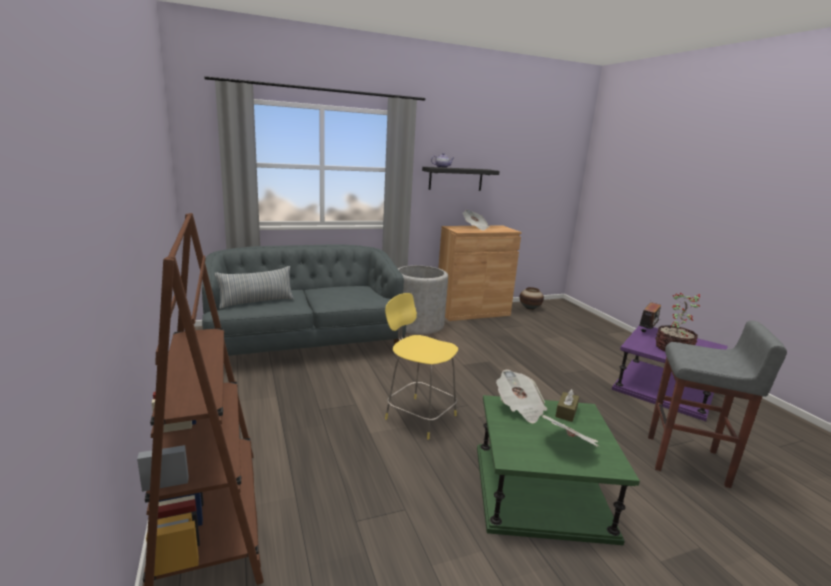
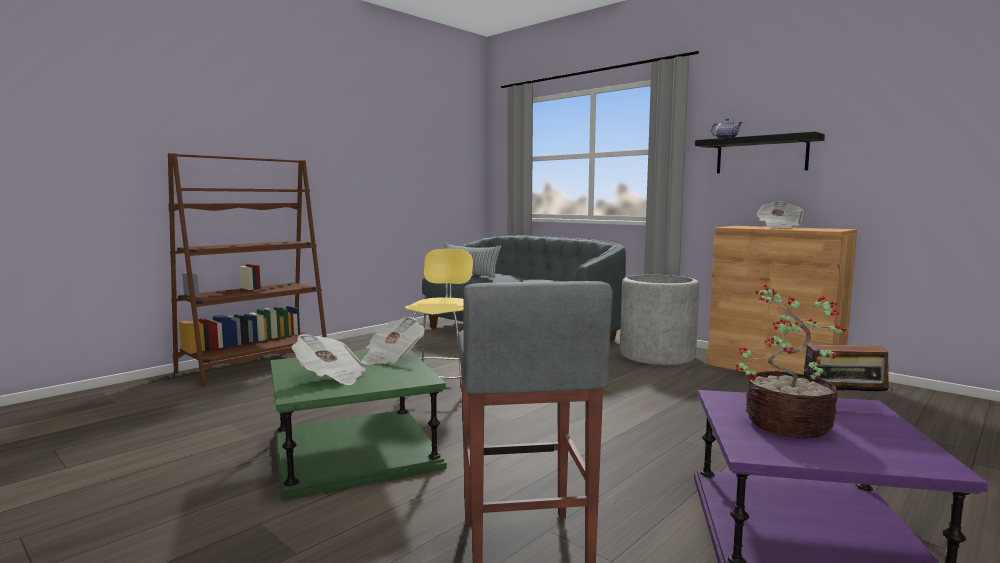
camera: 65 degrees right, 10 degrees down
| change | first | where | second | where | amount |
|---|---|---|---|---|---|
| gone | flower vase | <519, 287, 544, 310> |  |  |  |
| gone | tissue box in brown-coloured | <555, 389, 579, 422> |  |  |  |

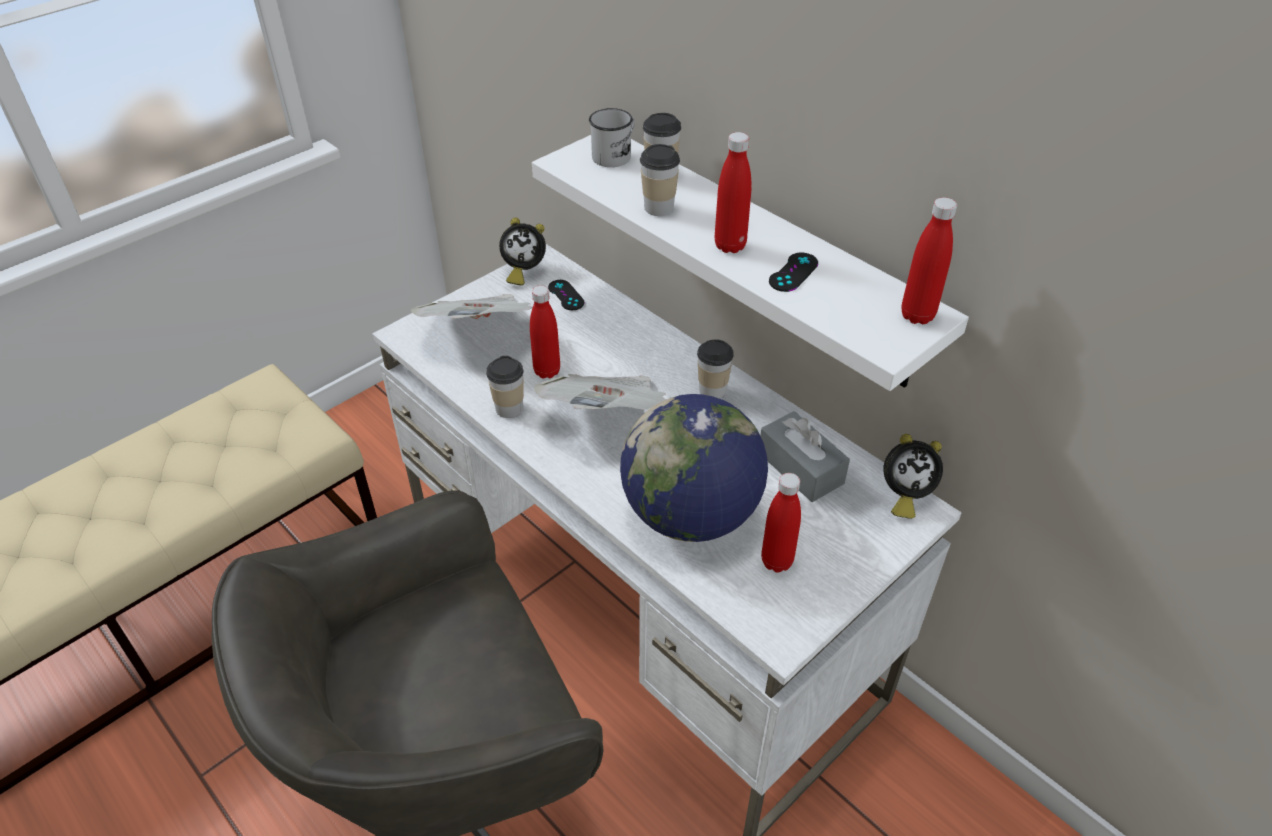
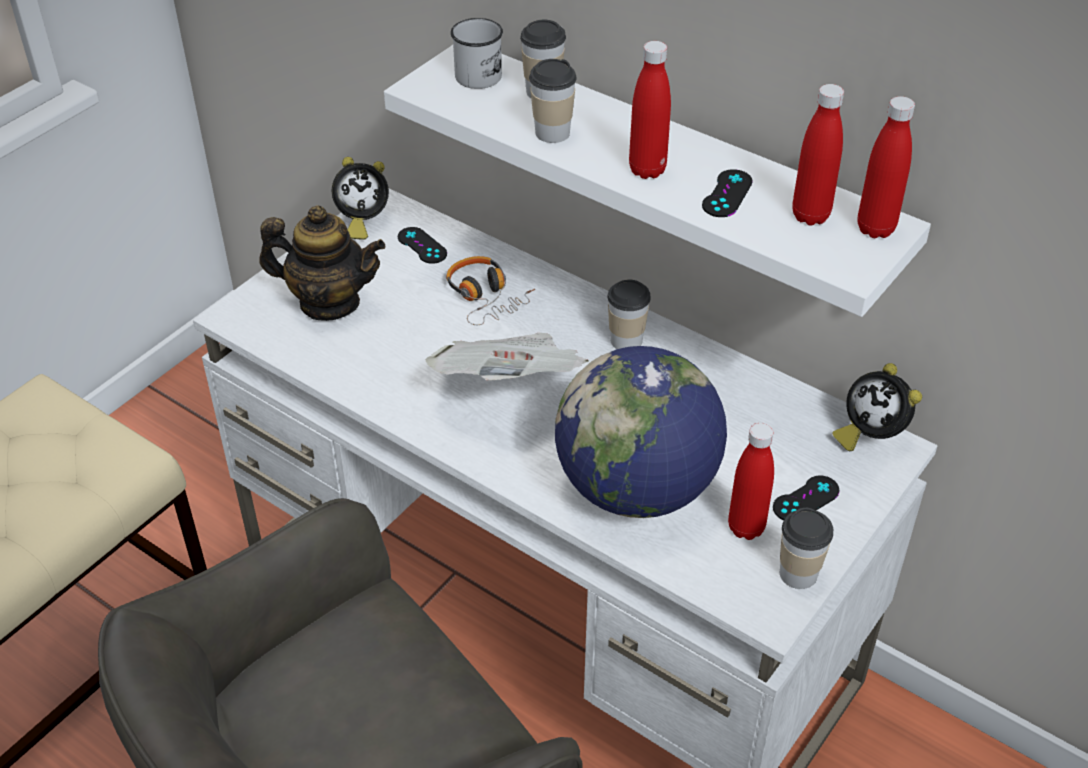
camera: 10 degrees left, 0 degrees up
| change | first | where | second | where | amount |
|---|---|---|---|---|---|
| swapped | printed paper | <410, 294, 533, 319> | teapot | <259, 205, 386, 321> |  |
| new |  |  | headphones | <446, 256, 535, 325> |  |
| new |  |  | gamepad in black-coloured | <773, 475, 840, 520> |  |
| shifted | drinking cup | <486, 356, 524, 418> |  | <780, 508, 833, 589> |  |
| shifted | beverage bottle in red-coloured | <530, 286, 560, 379> |  | <792, 84, 844, 226> |  |
| rotated | alarm clock | <883, 434, 943, 519> |  | <833, 363, 922, 451> | 60 degrees clockwise |
| gone | tissue box in greyish | <760, 411, 850, 502> |  |  |  |

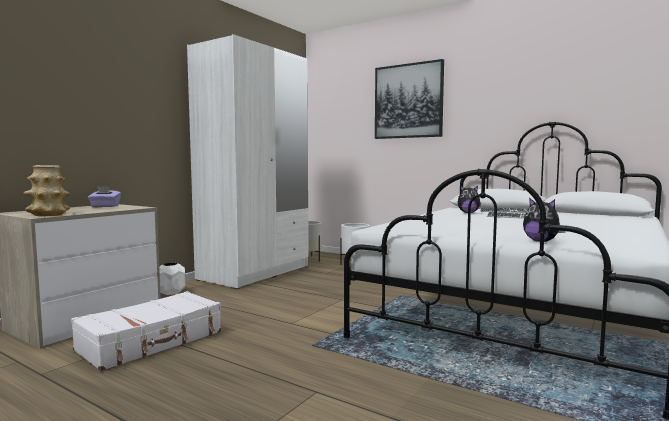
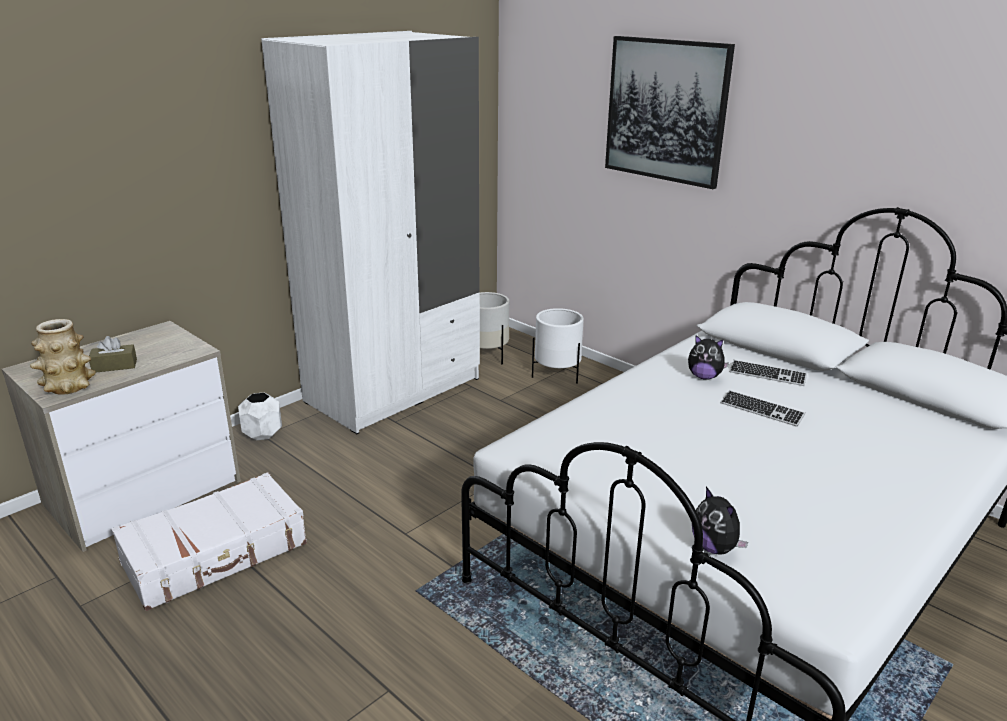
camera: 10 degrees right, 20 degrees up
| change | first | where | second | where | amount |
|---|---|---|---|---|---|
| new |  |  | tissue box in brown-coloured | <89, 336, 137, 373> |  |
| gone | tissue box in purple | <88, 186, 121, 207> |  |  |  |

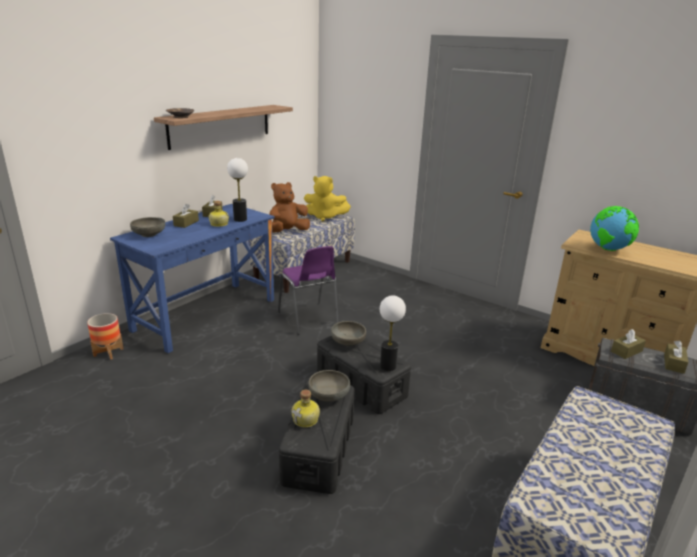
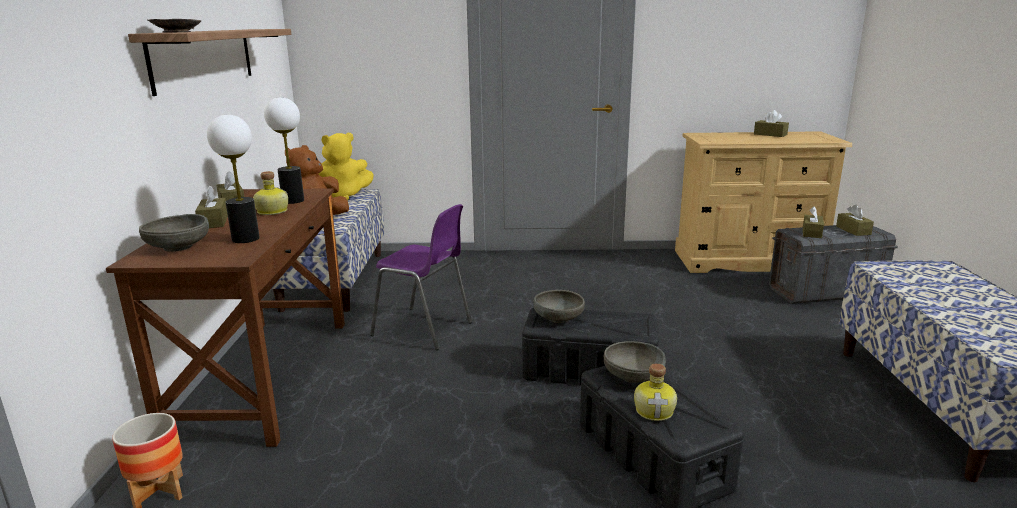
camera: 35 degrees left, 5 degrees down
| change | first | where | second | where | amount |
|---|---|---|---|---|---|
| repainted | desk table in bluish | <110, 204, 275, 353> | desk table in brown-coloured | <106, 188, 345, 447> |  |
| shifted | lamp for a table | <380, 295, 406, 371> |  | <207, 115, 260, 243> |  |
| new |  |  | tissue box in brown-coloured | <754, 110, 789, 137> |  |
| gone | world globe | <590, 206, 639, 251> |  |  |  |

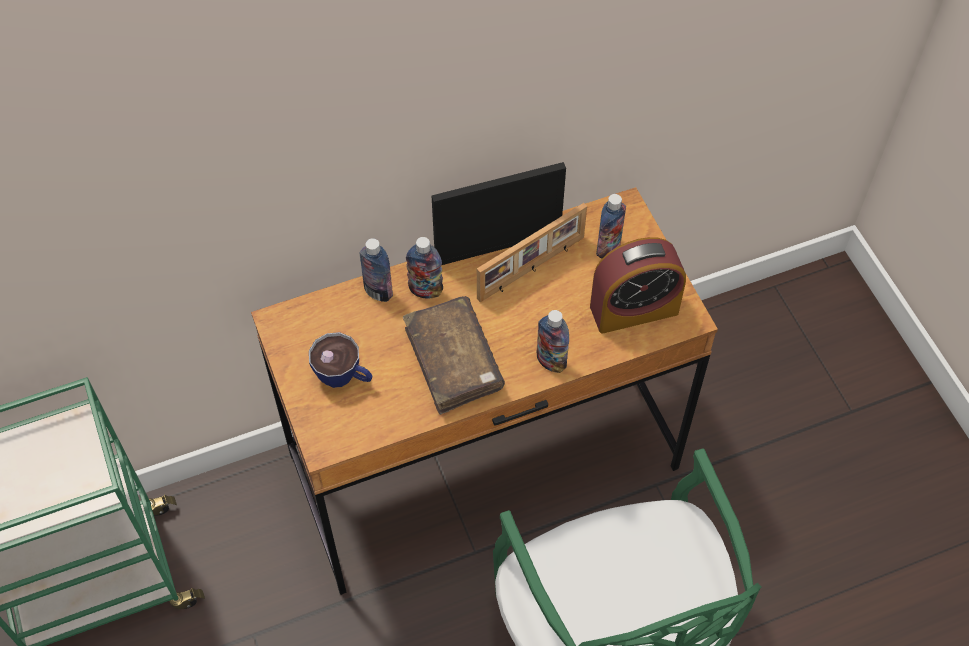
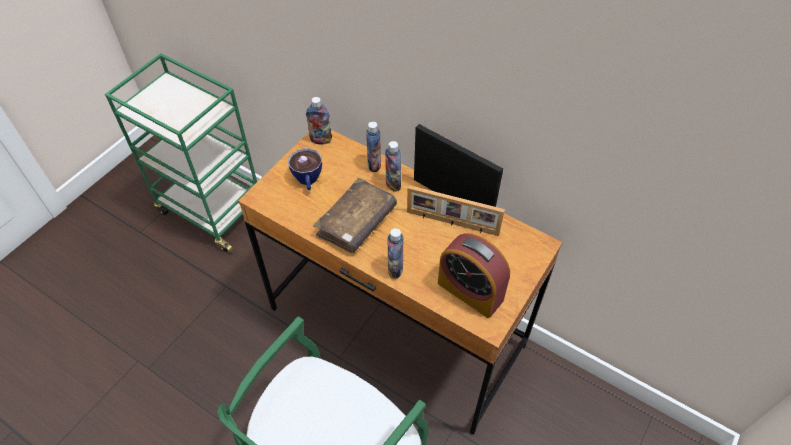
camera: 55 degrees right, 5 degrees down
| change | first | where | second | where | amount |
|---|---|---|---|---|---|
| shifted | beverage bottle | <596, 194, 626, 259> |  | <306, 97, 332, 145> |  |

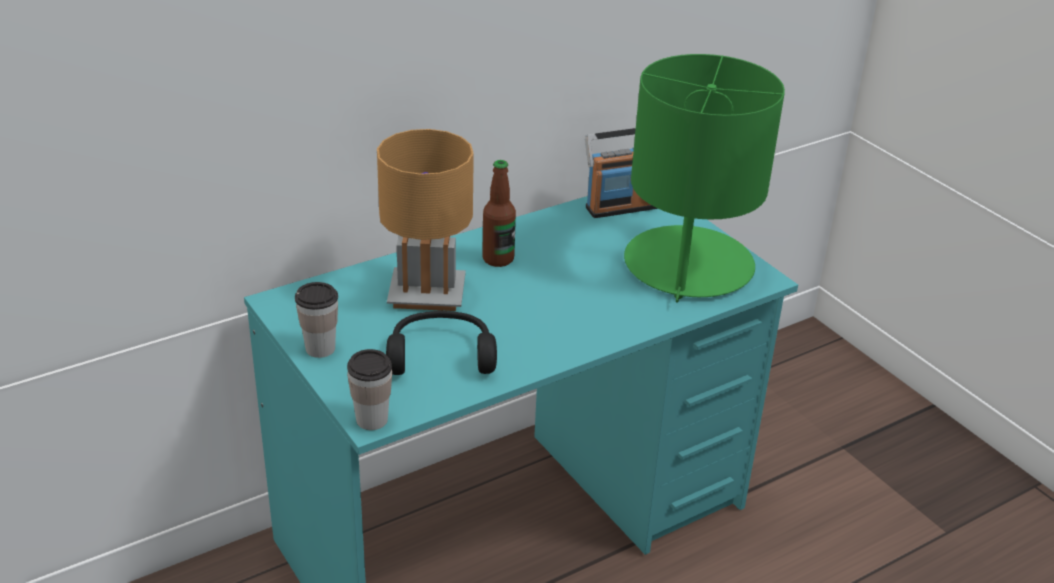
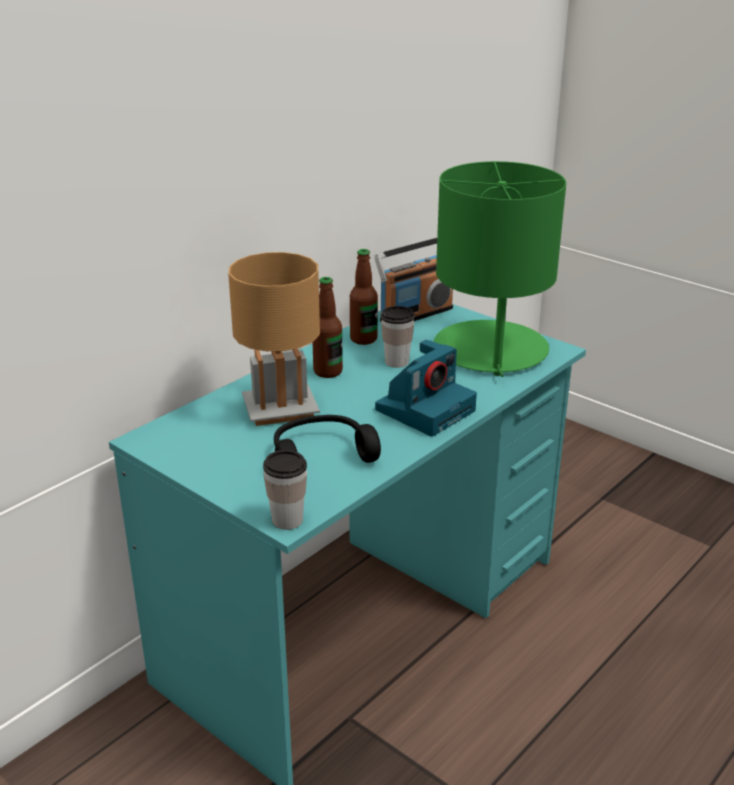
camera: 15 degrees left, 5 degrees down
| change | first | where | second | where | amount |
|---|---|---|---|---|---|
| new |  |  | beverage bottle | <350, 249, 378, 345> |  |
| new |  |  | still camera | <375, 340, 477, 437> |  |
| shifted | drinking cup | <295, 282, 338, 358> |  | <381, 306, 415, 368> |  |

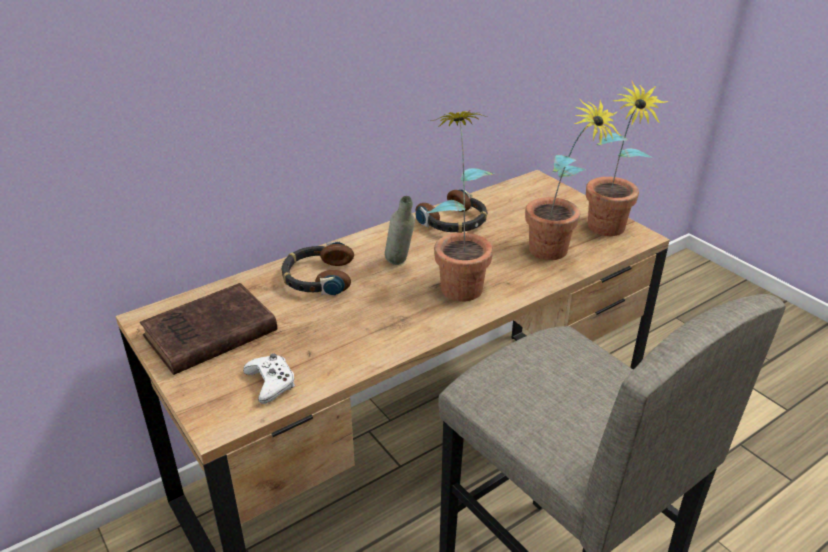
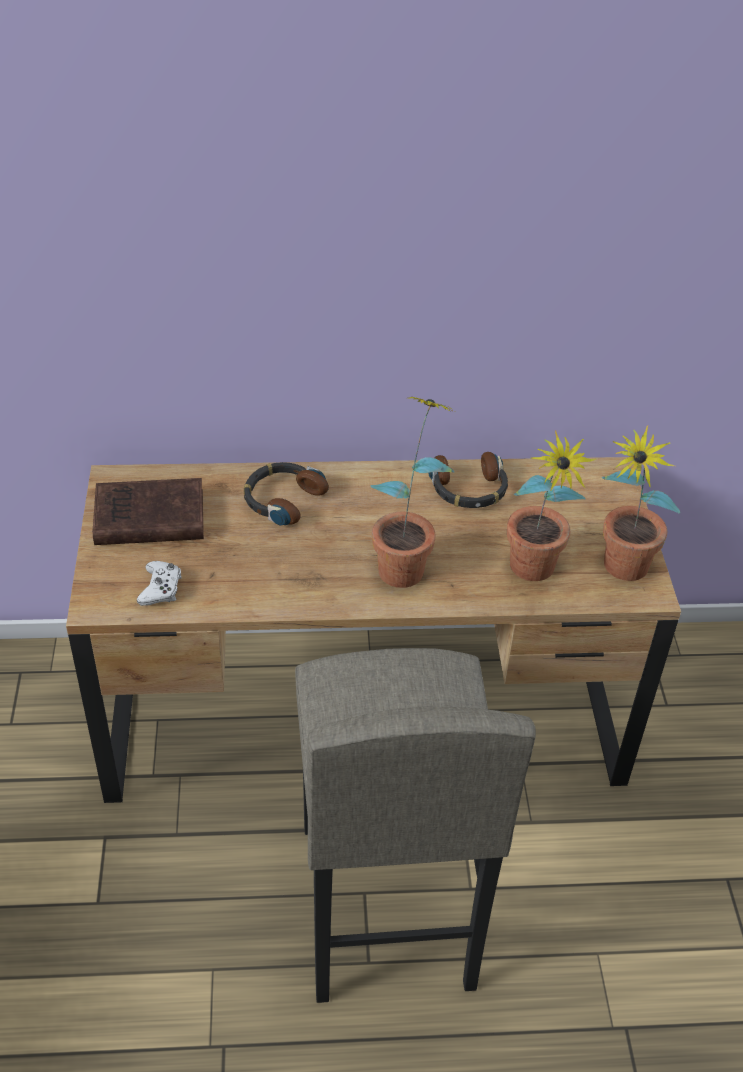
camera: 30 degrees right, 10 degrees up
| change | first | where | second | where | amount |
|---|---|---|---|---|---|
| gone | beverage bottle in greyish | <385, 196, 415, 265> |  |  |  |

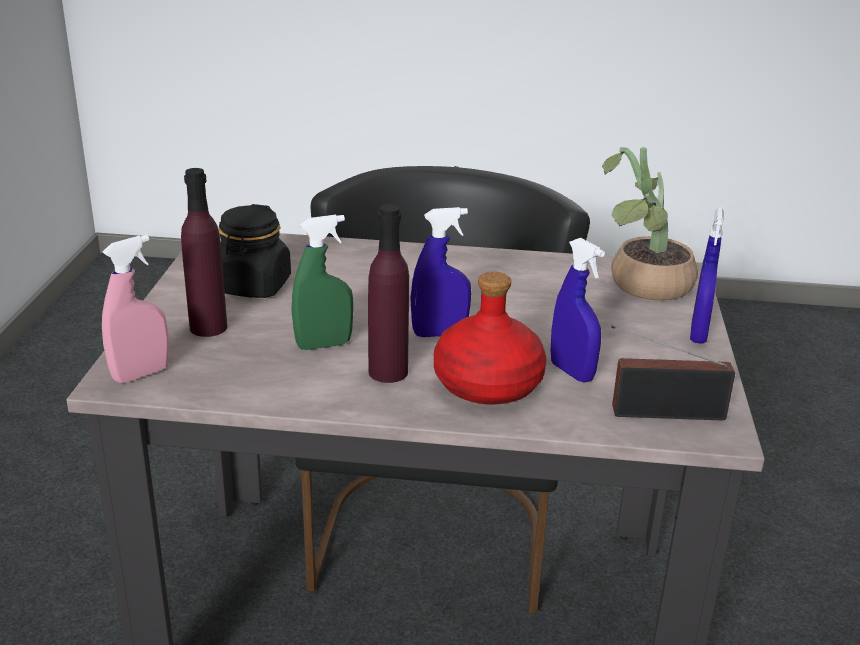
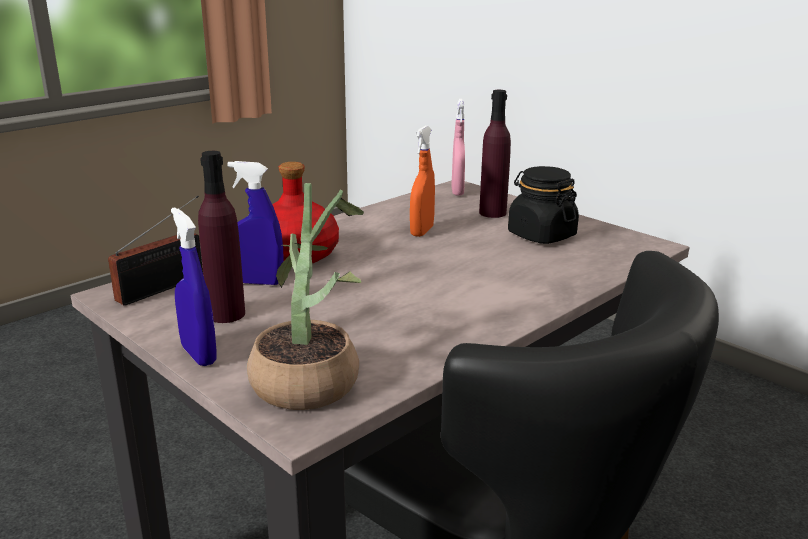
camera: 130 degrees right, 5 degrees down
| change | first | where | second | where | amount |
|---|---|---|---|---|---|
| shifted | beverage bottle in purple | <368, 204, 409, 383> |  | <198, 151, 245, 323> |  |
| repainted | hand sprayer in greenish | <292, 215, 354, 350> | hand sprayer in orange-coloured | <410, 126, 435, 237> |  |
| gone | hand sprayer in bluish | <411, 207, 471, 337> |  |  |  |

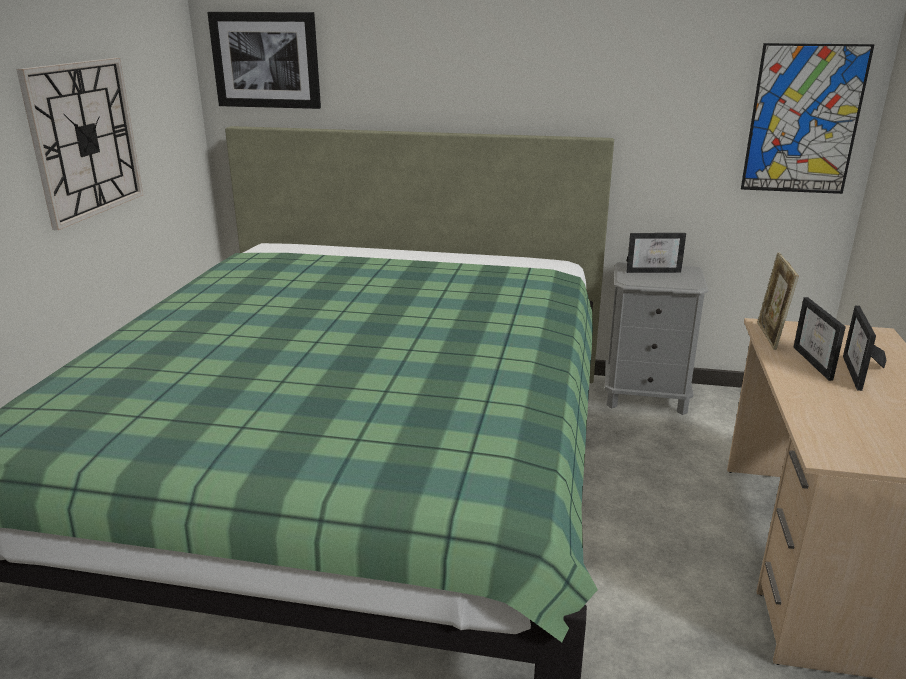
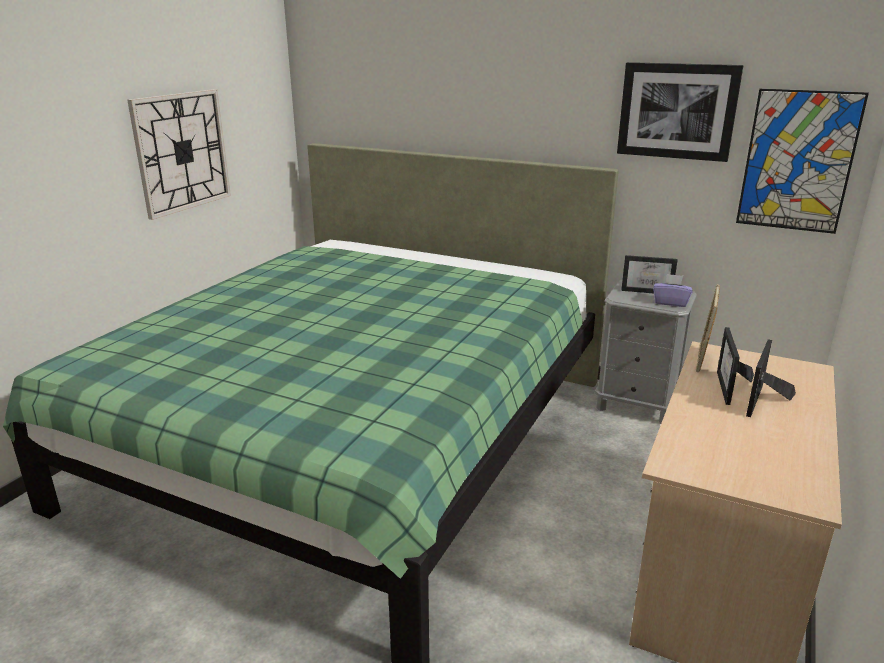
camera: 15 degrees right, 0 degrees up
| change | first | where | second | where | amount |
|---|---|---|---|---|---|
| shifted | wall picture | <207, 12, 321, 109> |  | <617, 62, 743, 162> |  |
| new |  |  | tissue box in purple | <653, 274, 692, 307> |  |

